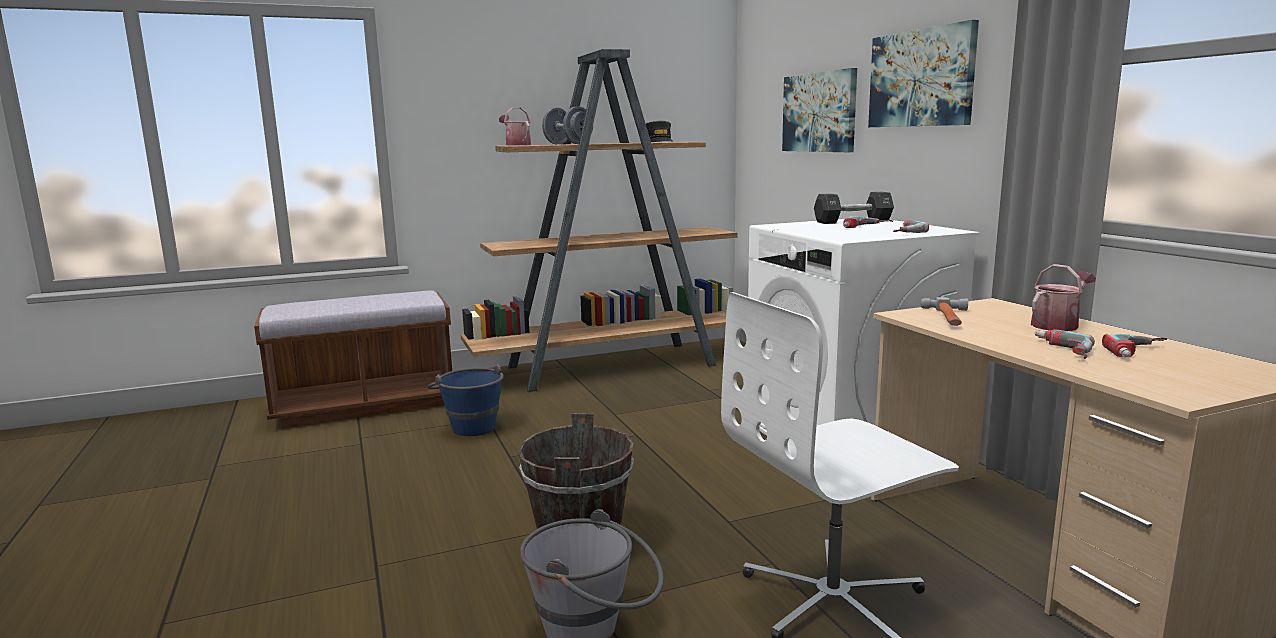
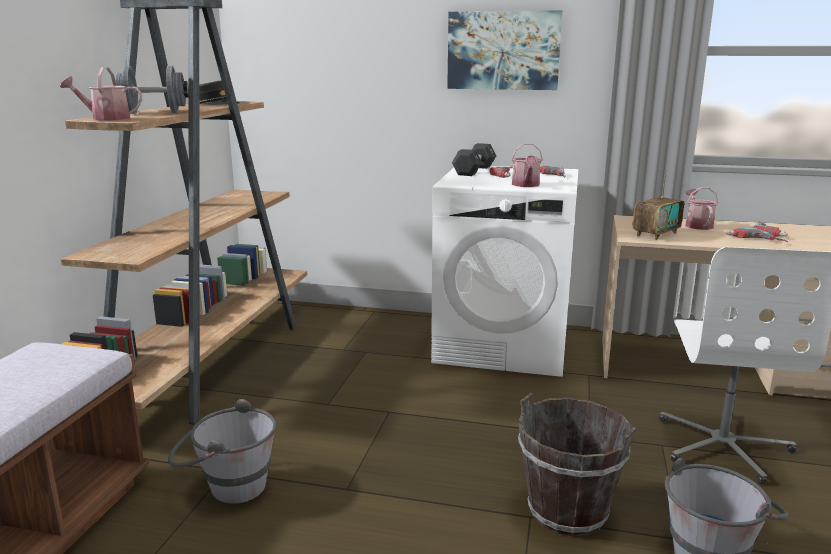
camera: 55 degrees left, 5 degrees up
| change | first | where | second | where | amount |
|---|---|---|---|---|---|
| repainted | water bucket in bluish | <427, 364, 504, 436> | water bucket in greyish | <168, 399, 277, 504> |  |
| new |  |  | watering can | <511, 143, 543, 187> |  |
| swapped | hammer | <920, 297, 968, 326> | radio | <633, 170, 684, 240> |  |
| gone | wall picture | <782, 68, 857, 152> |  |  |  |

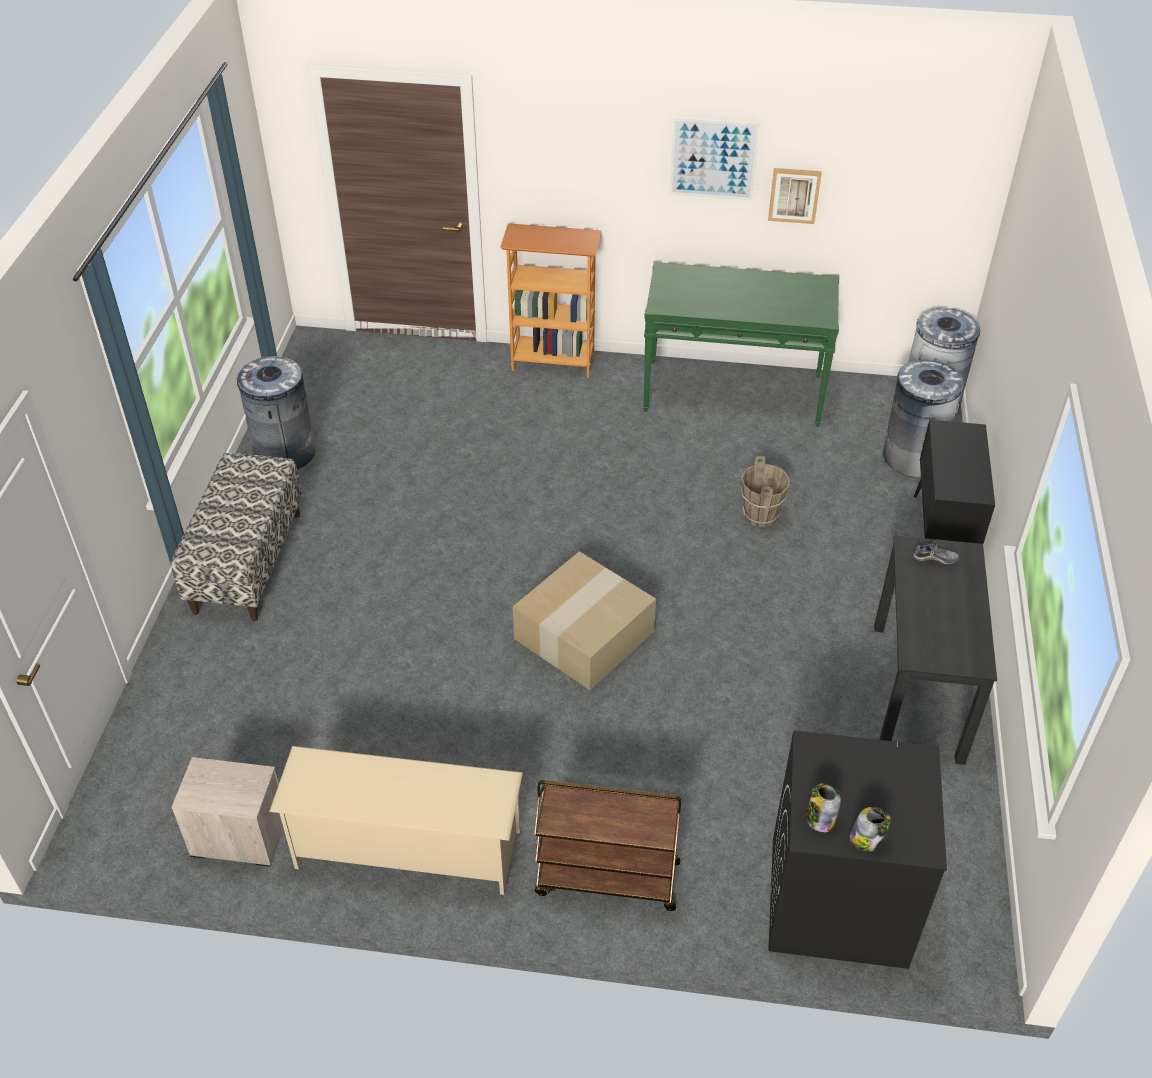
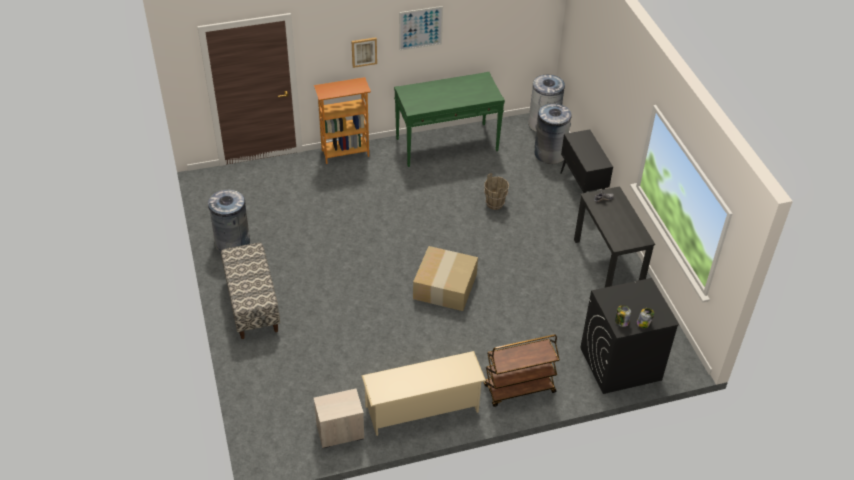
camera: 25 degrees left, 0 degrees up
| change | first | where | second | where | amount |
|---|---|---|---|---|---|
| shifted | wall picture | <768, 168, 822, 224> |  | <352, 37, 377, 68> |  |

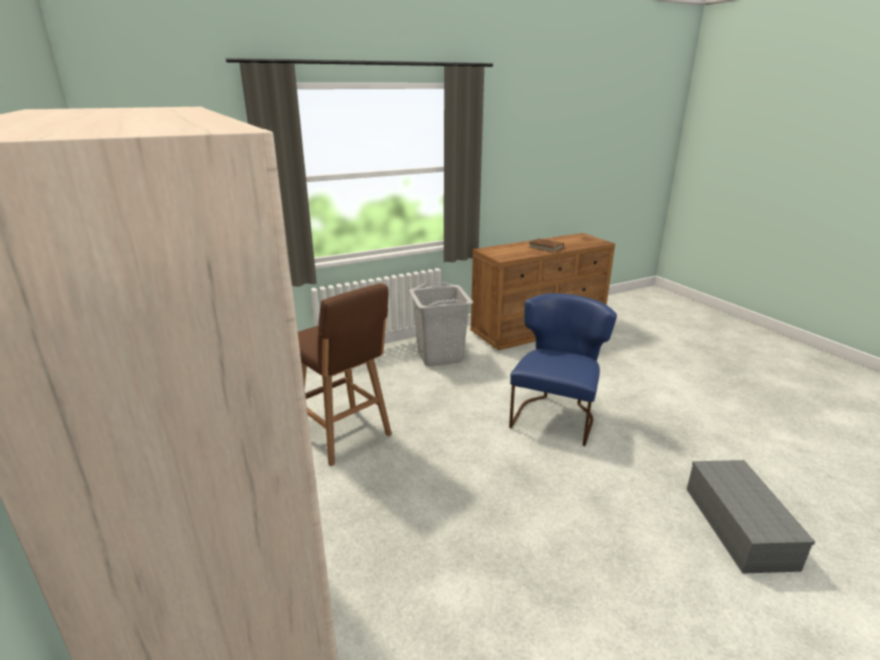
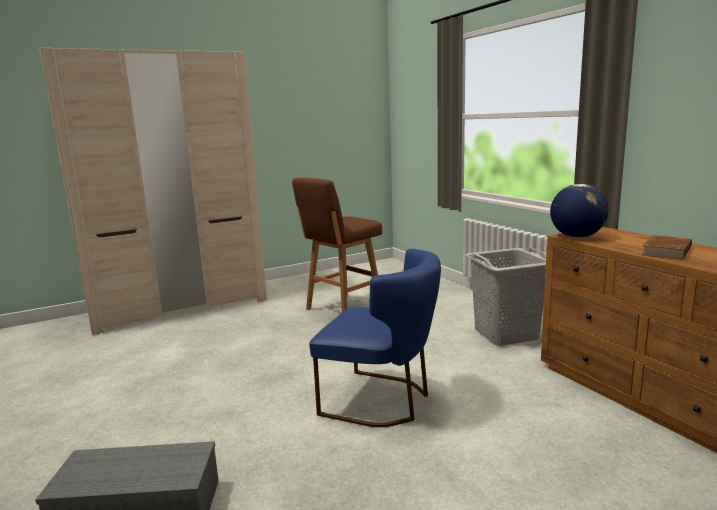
camera: 90 degrees right, 10 degrees down
| change | first | where | second | where | amount |
|---|---|---|---|---|---|
| new |  |  | world globe | <550, 184, 608, 238> |  |

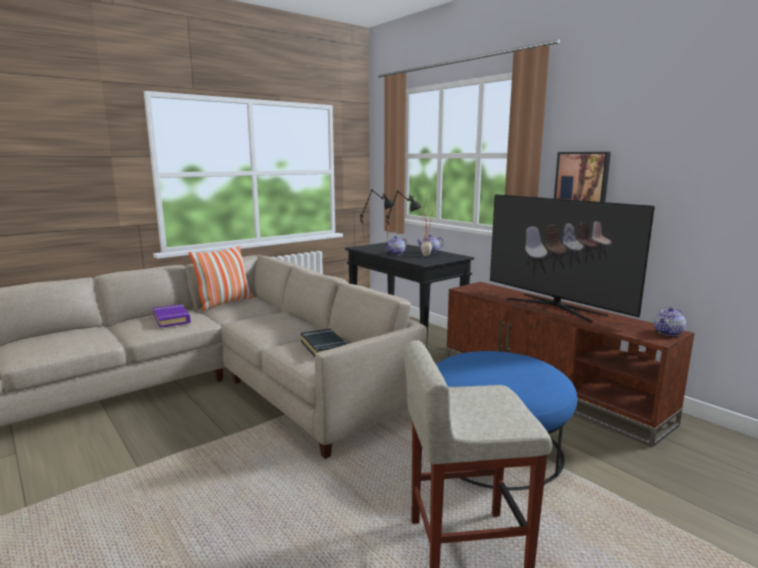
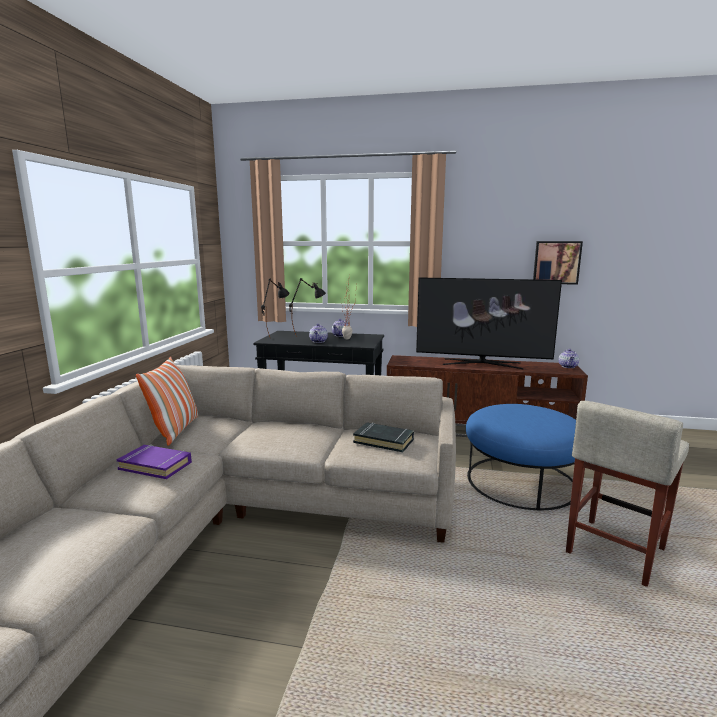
camera: 40 degrees left, 0 degrees up
| change | first | where | second | where | amount |
|---|---|---|---|---|---|
| shifted | wall picture | <554, 152, 611, 202> |  | <533, 241, 583, 285> |  |

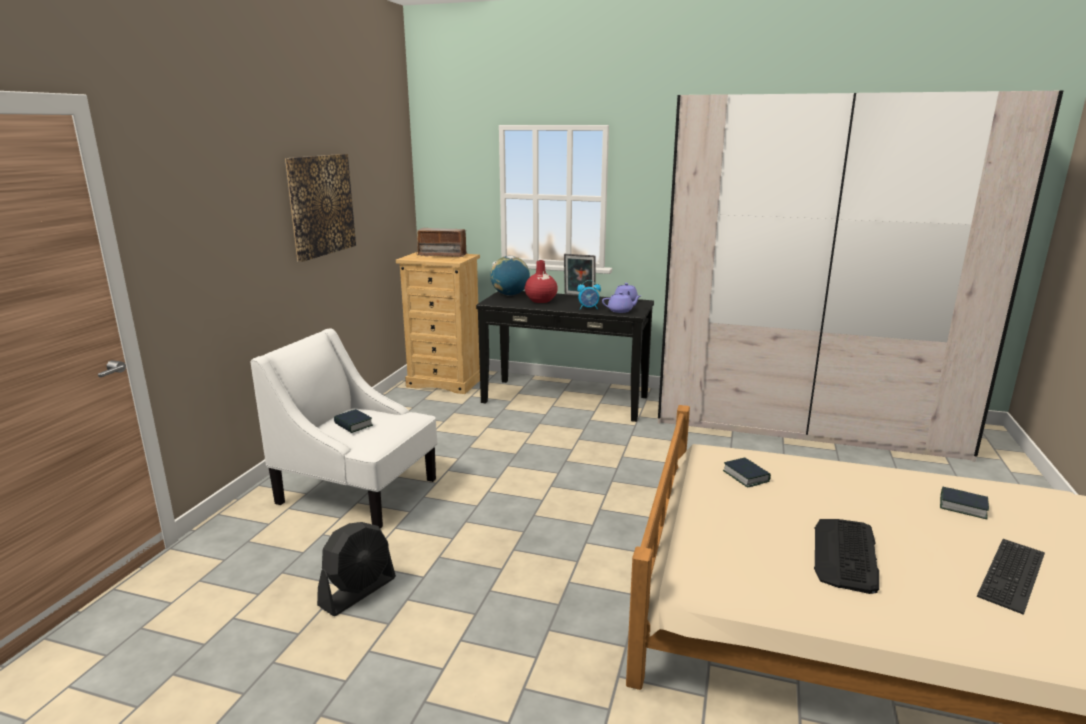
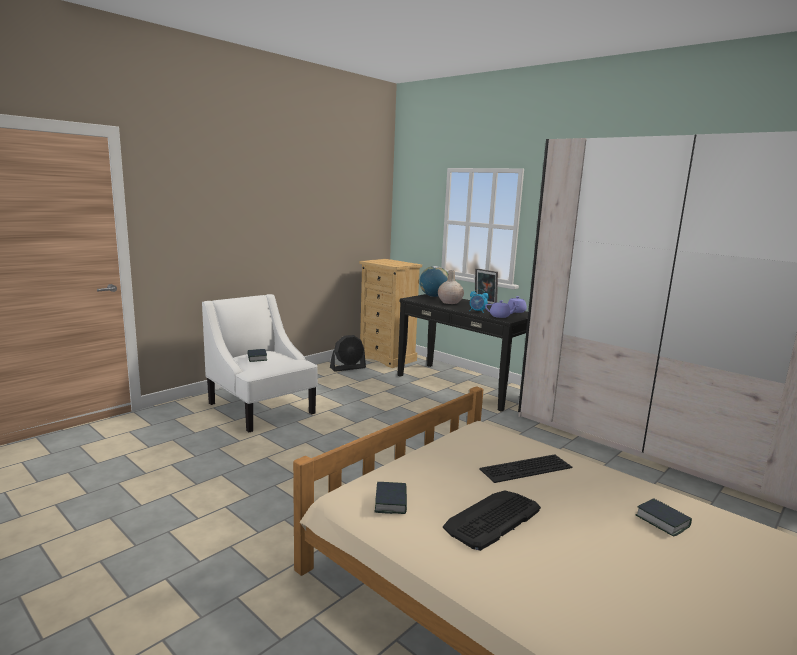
camera: 25 degrees right, 5 degrees down
| change | first | where | second | where | amount |
|---|---|---|---|---|---|
| shifted | electric fan in black-coloured | <317, 522, 396, 616> |  | <330, 335, 366, 372> |  |
| shifted | bound book | <723, 458, 771, 488> |  | <374, 482, 407, 514> |  |
| repainted | flower vase in red-coloured | <525, 260, 558, 303> | flower vase in sand-coloured | <438, 270, 464, 304> |  |
| shifted | computer keyboard | <977, 539, 1045, 615> |  | <479, 454, 572, 483> |  |
| gone | wall picture | <285, 154, 356, 262> |  |  |  |
| gone | radio | <415, 228, 468, 257> |  |  |  |

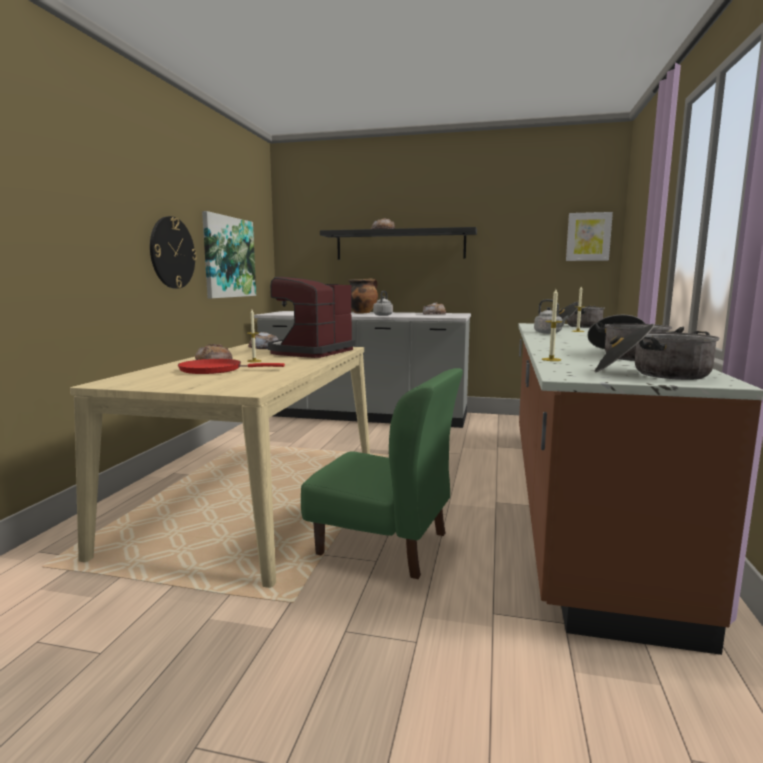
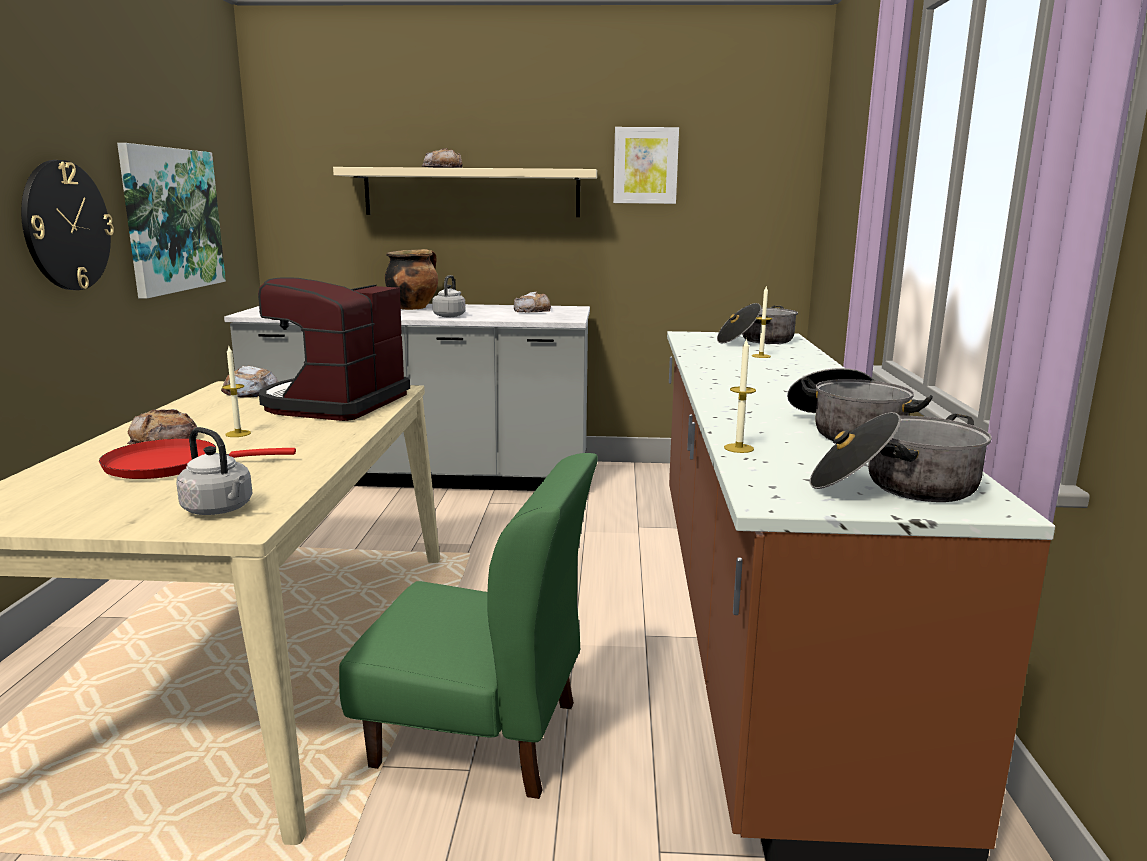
camera: 10 degrees left, 5 degrees up
| change | first | where | second | where | amount |
|---|---|---|---|---|---|
| shifted | kettle in greyish | <534, 299, 569, 334> |  | <176, 427, 252, 515> |  |
| repainted | wall shelf in black-coloured | <320, 227, 477, 260> | wall shelf in sand-coloured | <333, 167, 597, 217> |  |
| shifted | wall picture | <566, 212, 613, 261> |  | <613, 127, 679, 204> |  |

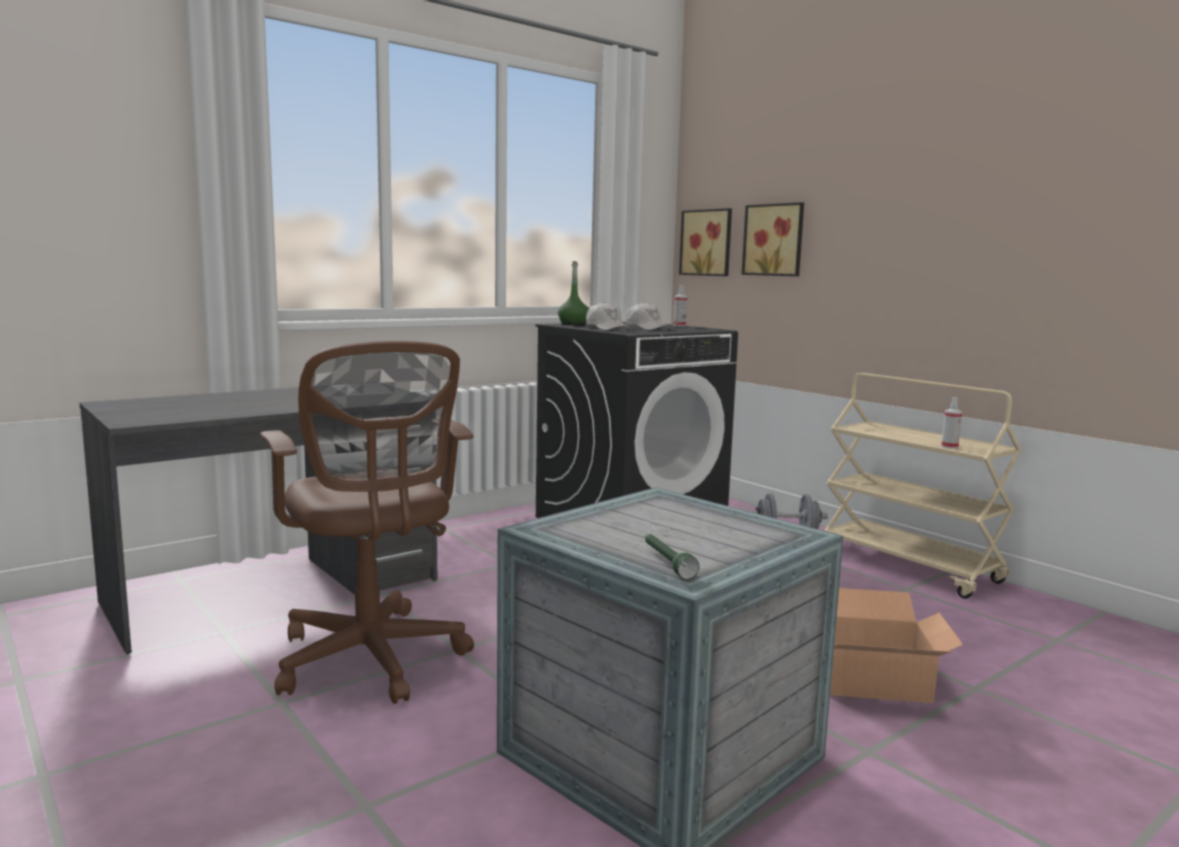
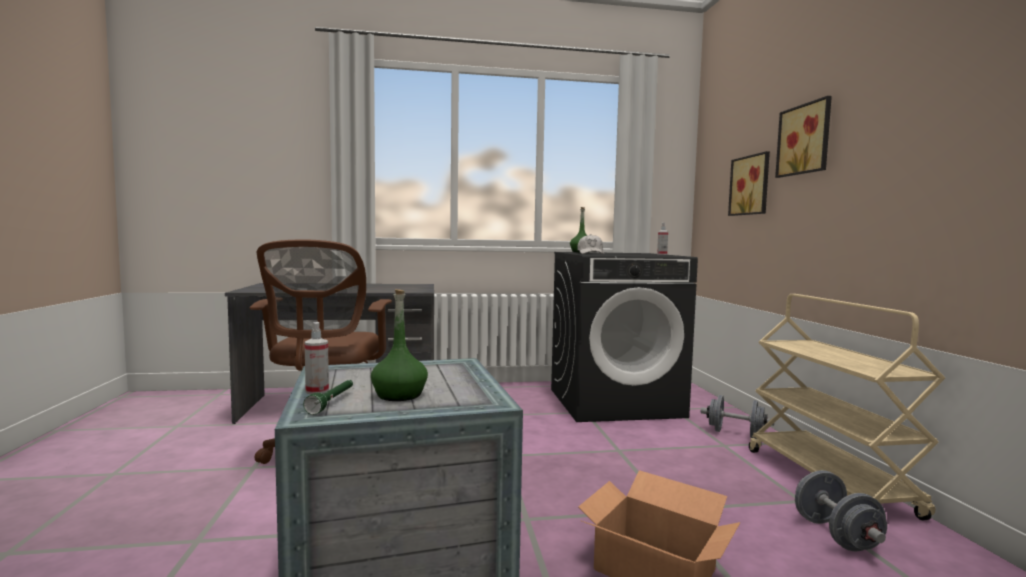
camera: 30 degrees right, 5 degrees down
| change | first | where | second | where | amount |
|---|---|---|---|---|---|
| shifted | hand sprayer | <941, 397, 962, 449> |  | <305, 322, 329, 394> |  |
| new |  |  | beverage bottle in greenish | <371, 289, 428, 401> |  |
| shifted | wall picture | <679, 208, 732, 276> |  | <775, 96, 832, 178> |  |
| new |  |  | hand weight in greyish | <795, 470, 887, 551> |  |
| gone | baseball cap in white | <626, 302, 671, 330> |  |  |  |

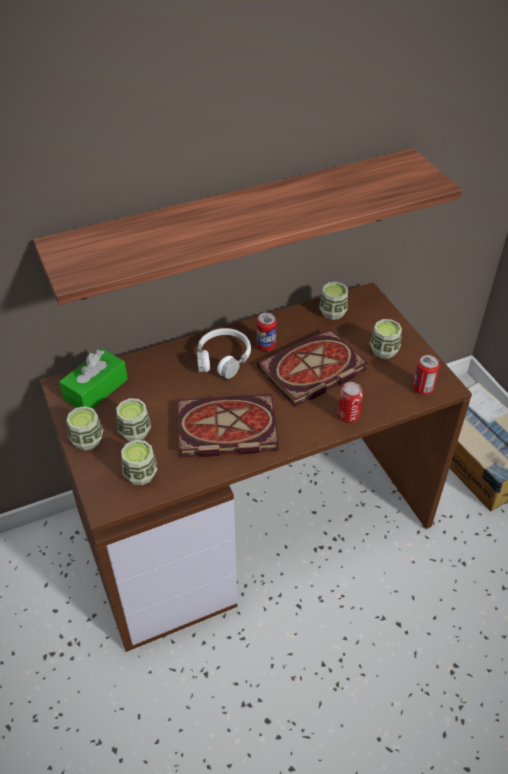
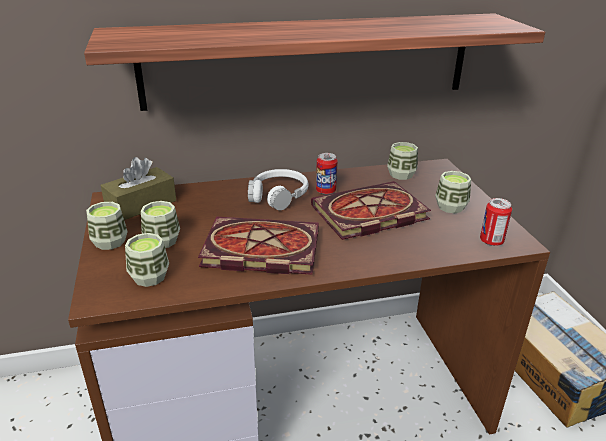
camera: 10 degrees right, 15 degrees down
| change | first | where | second | where | amount |
|---|---|---|---|---|---|
| repainted | tissue box in greenish | <59, 349, 128, 408> | tissue box in brown-coloured | <101, 157, 176, 220> |  |
| gone | metal can | <338, 382, 363, 423> |  |  |  |

